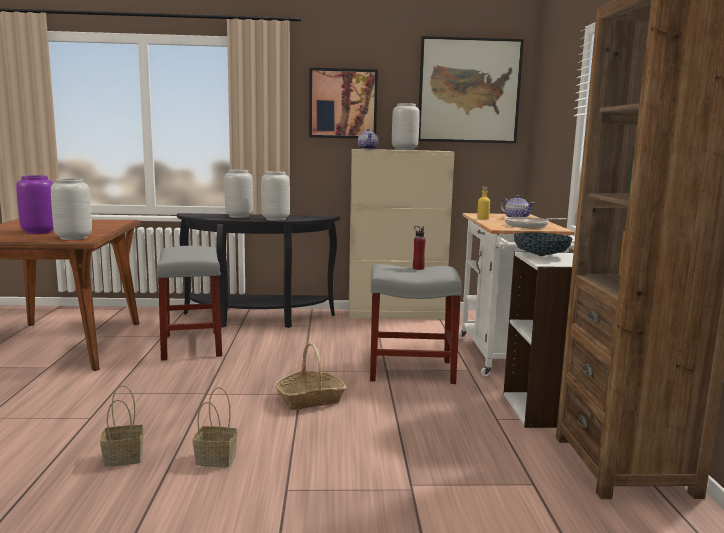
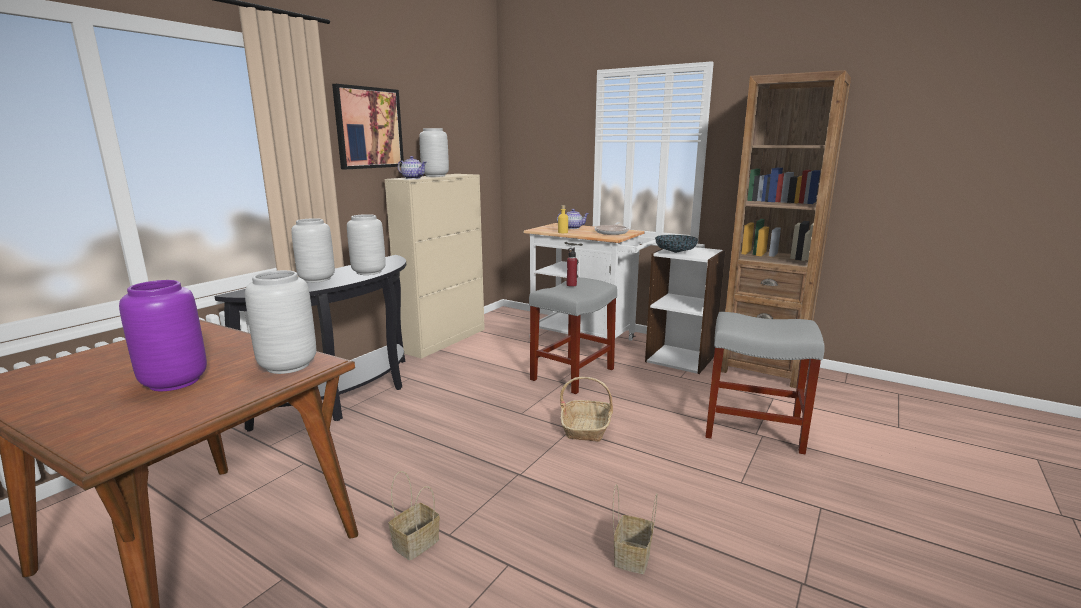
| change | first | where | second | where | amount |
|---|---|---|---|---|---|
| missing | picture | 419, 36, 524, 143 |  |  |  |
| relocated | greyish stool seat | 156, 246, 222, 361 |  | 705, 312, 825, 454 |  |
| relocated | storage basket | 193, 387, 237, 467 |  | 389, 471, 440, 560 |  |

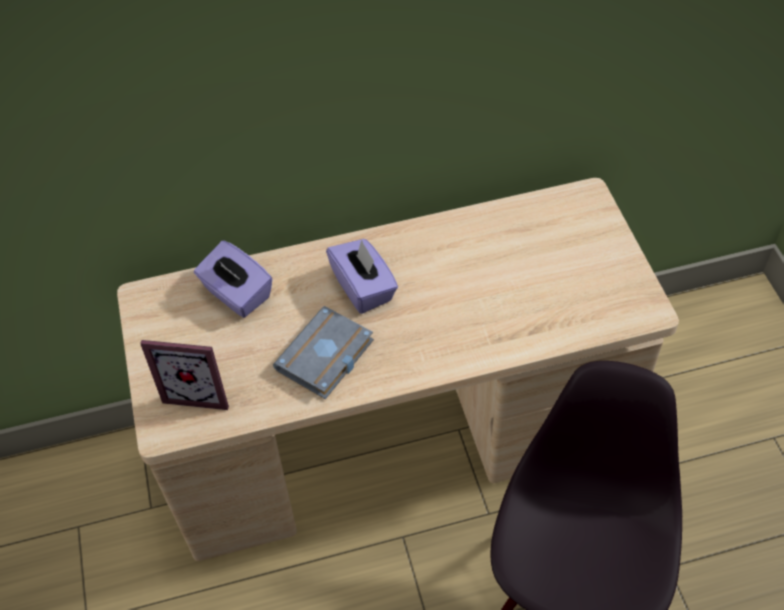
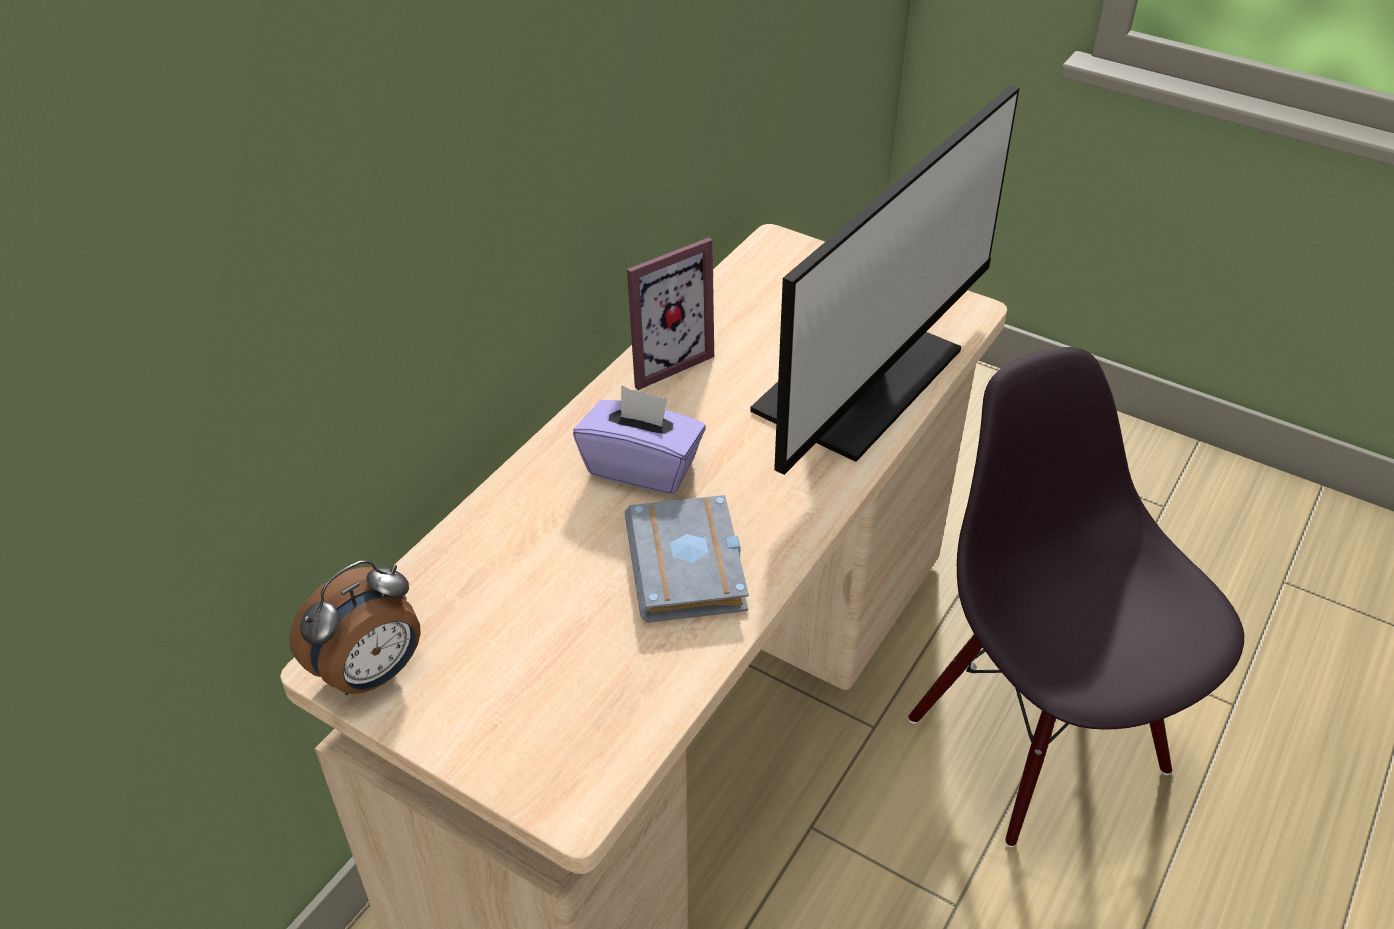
| change | first | where | second | where | amount |
|---|---|---|---|---|---|
| missing | purplish tissue box | 194, 241, 273, 318 |  |  |  |
| appeared |  |  | bedside clock | 289, 560, 421, 695 |  |
| appeared |  |  | computer screen | 750, 85, 1020, 475 |  |
| relocated | standing frame | 140, 340, 229, 410 |  | 627, 237, 714, 390 |  |

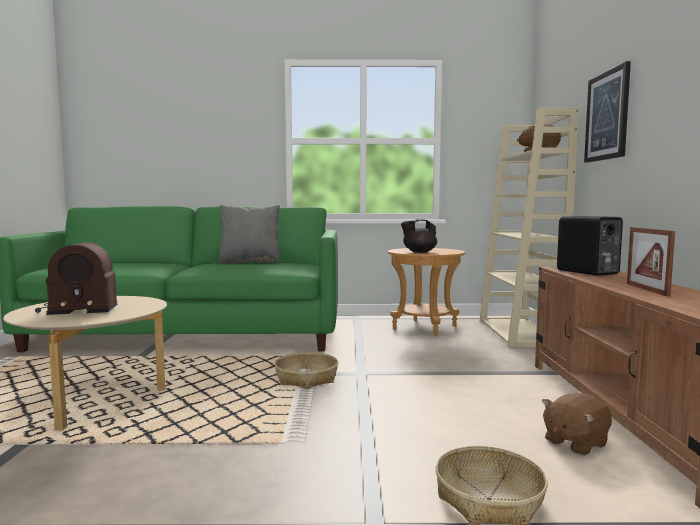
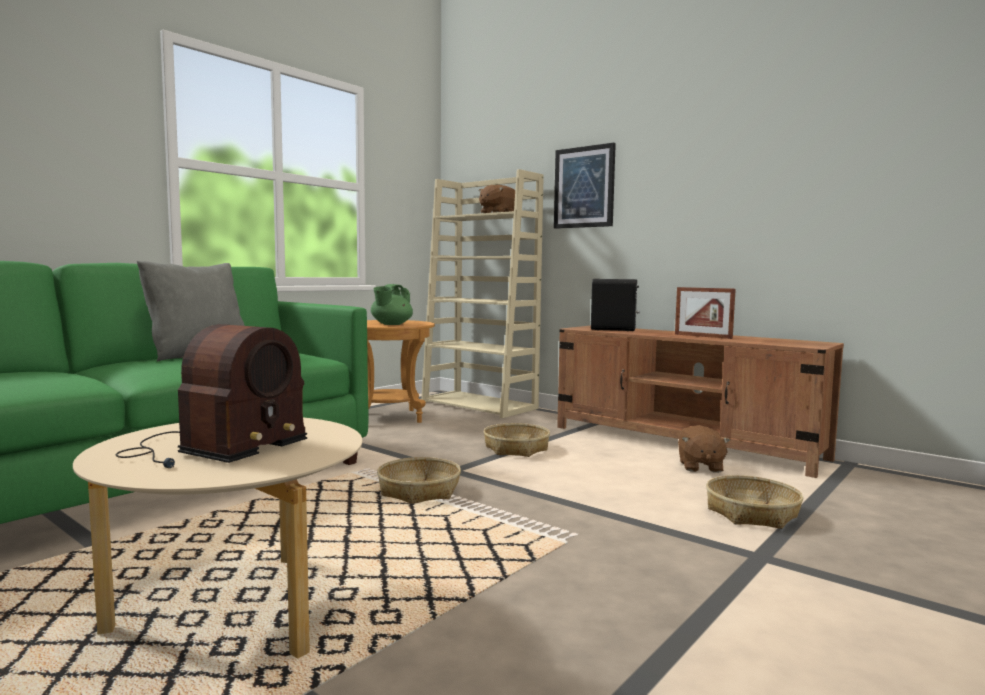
| change | first | where | second | where | amount |
|---|---|---|---|---|---|
| appeared |  |  | storage basket | 484, 423, 550, 457 |  |
| colour | black teapot | 401, 219, 437, 253 | greenish teapot | 371, 284, 413, 325 |  |

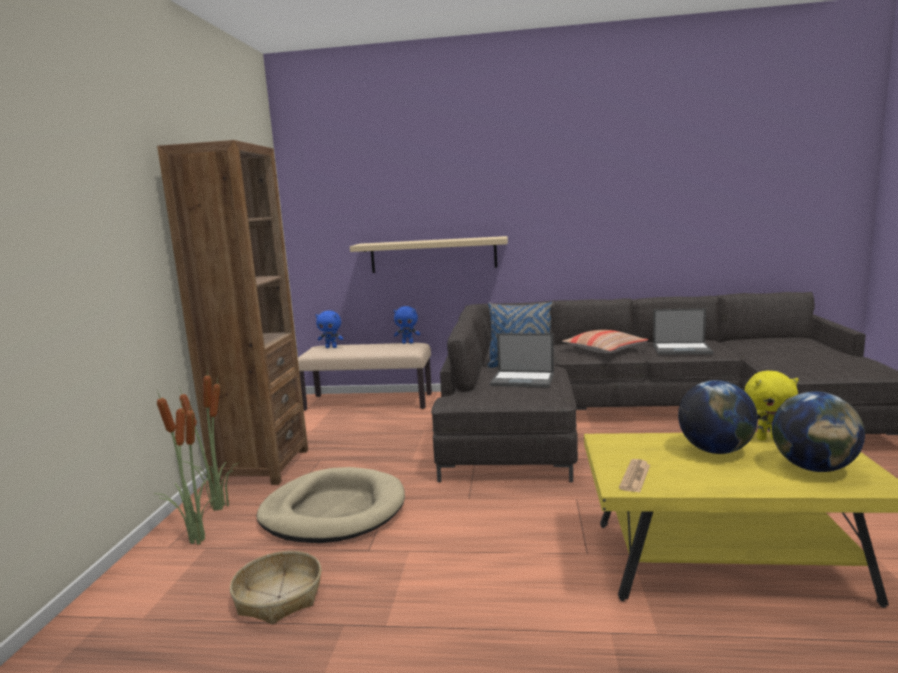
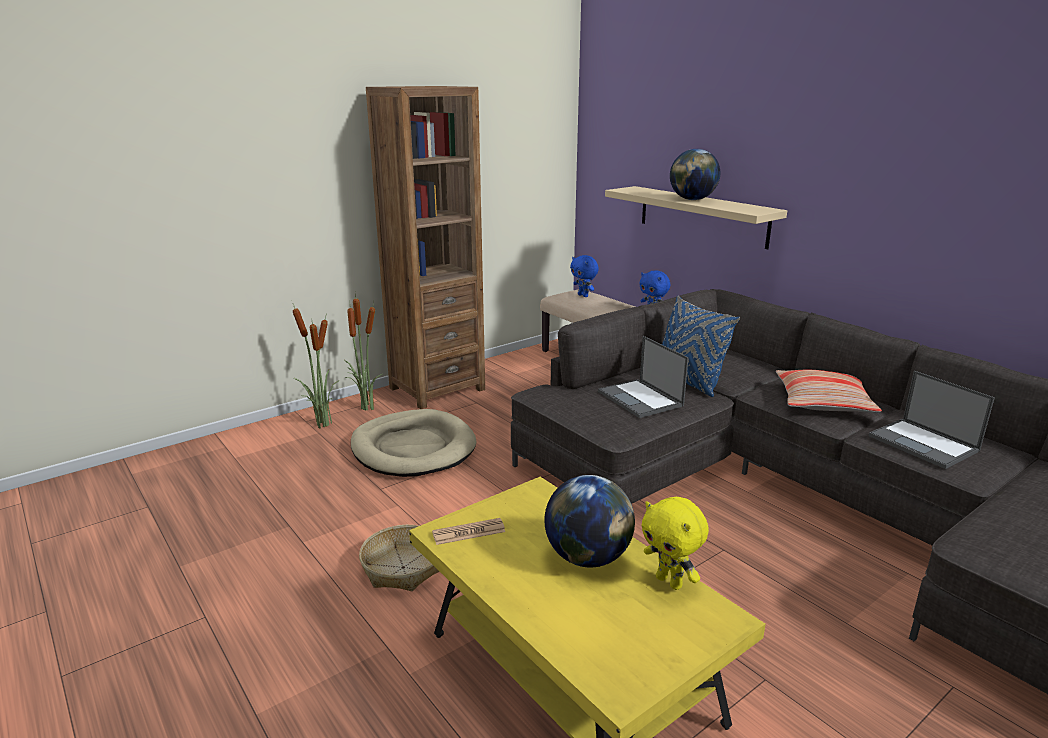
| change | first | where | second | where | amount |
|---|---|---|---|---|---|
| relocated | storage basket | 230, 551, 321, 625 |  | 359, 525, 440, 591 |  |
| relocated | world globe | 772, 392, 865, 472 |  | 670, 149, 720, 200 |  |

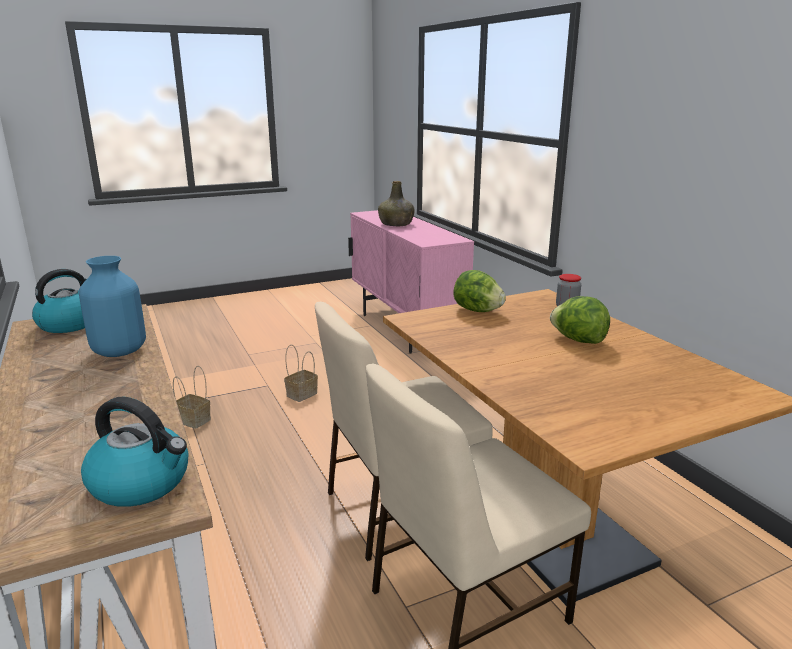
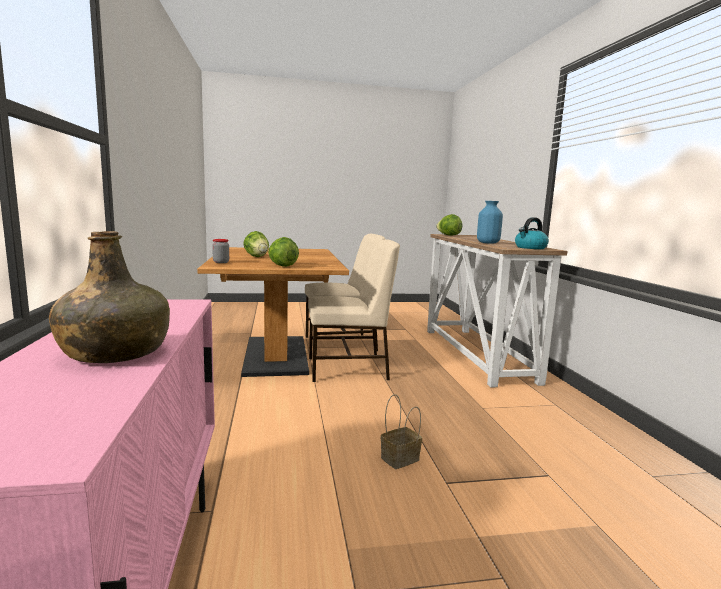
| change | first | where | second | where | amount |
|---|---|---|---|---|---|
| missing | storage basket | 173, 366, 211, 429 |  |  |  |
| exchanged | kettle | 81, 397, 188, 507 | lettuce head | 436, 214, 462, 236 |  |

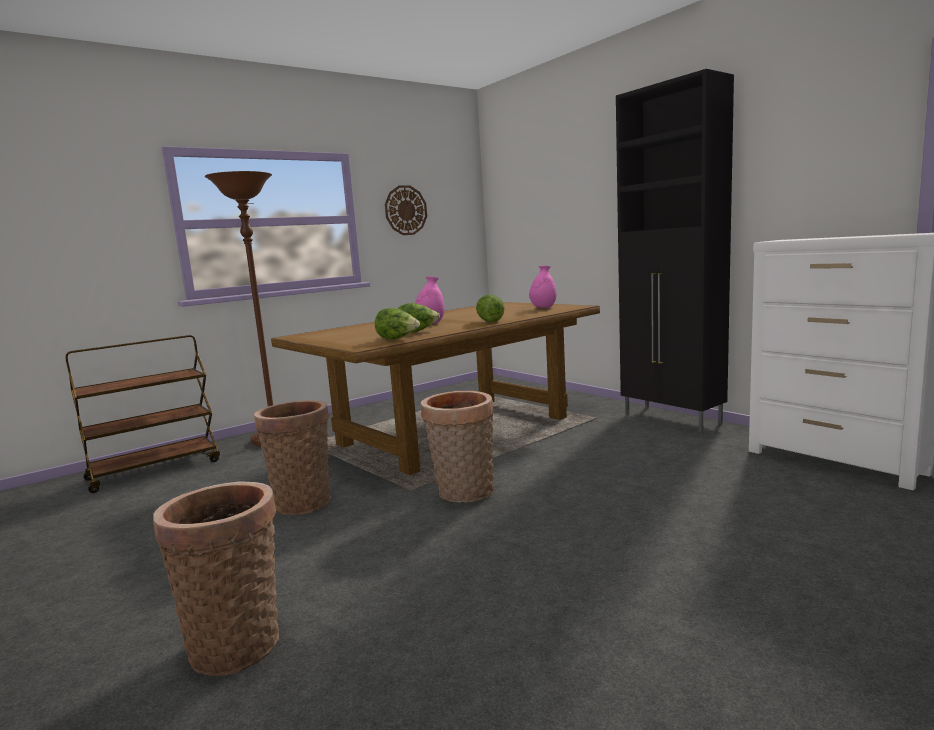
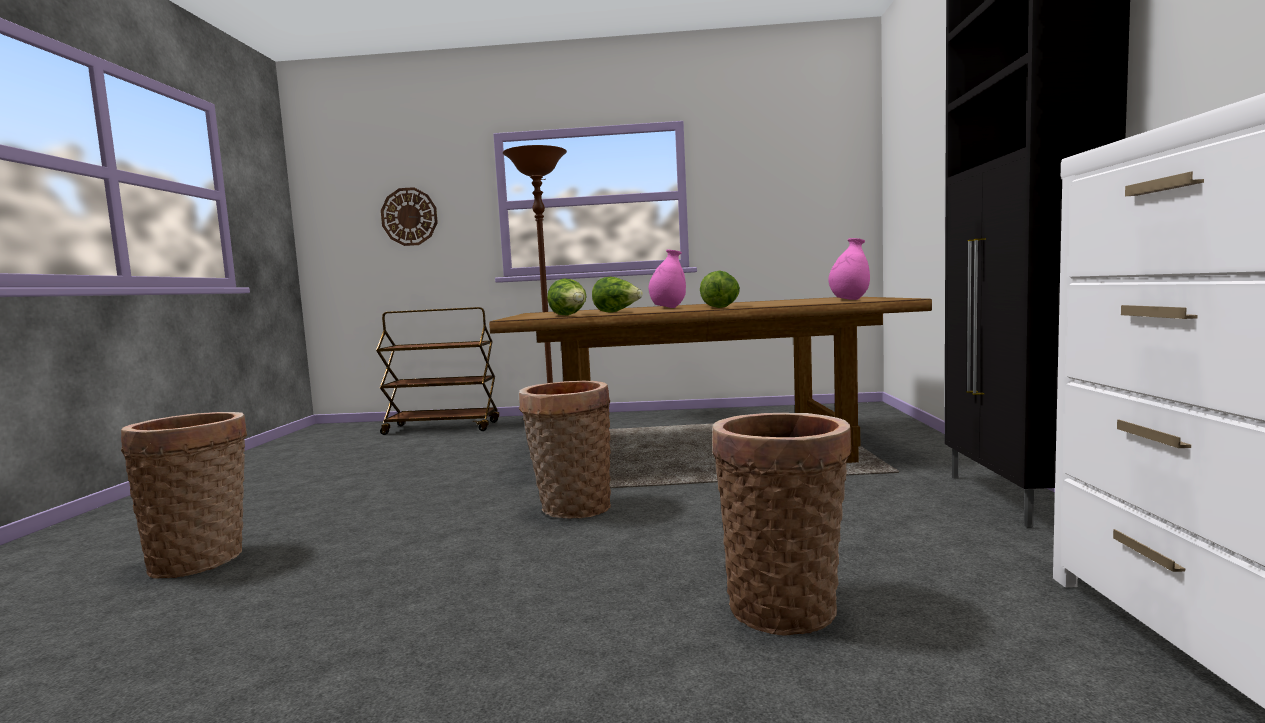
| change | first | where | second | where | amount |
|---|---|---|---|---|---|
| relocated | storage basket | 254, 400, 331, 515 |  | 712, 413, 851, 636 |  |
| relocated | wall clock | 385, 185, 427, 235 |  | 381, 187, 438, 246 |  |

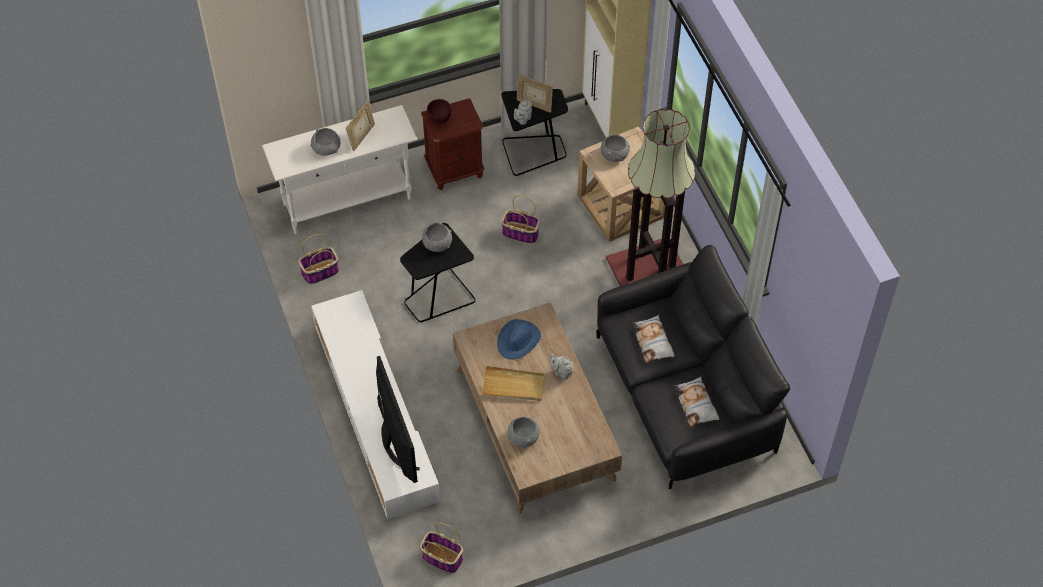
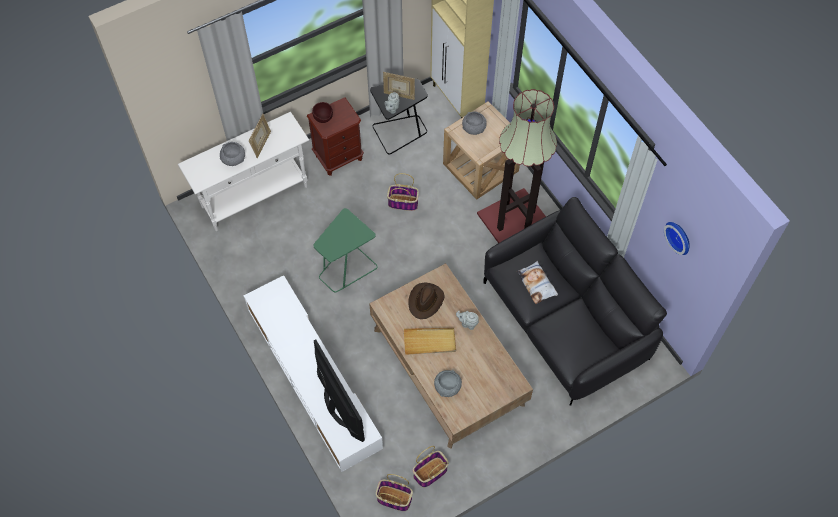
| change | first | where | second | where | amount |
|---|---|---|---|---|---|
| missing | greyish serving bowl | 422, 223, 452, 252 |  |  |  |
| missing | pillow | 674, 376, 719, 427 |  |  |  |
| appeared |  |  | wall clock | 664, 222, 690, 255 |  |
| relocated | storage basket | 298, 234, 339, 284 |  | 412, 446, 449, 487 |  |
| colour | black accent table | 400, 223, 475, 322 | greenish accent table | 314, 208, 378, 292 |  |
| colour | bluish clothing hat | 497, 319, 541, 360 | brown-coloured clothing hat | 408, 283, 445, 319 |  |

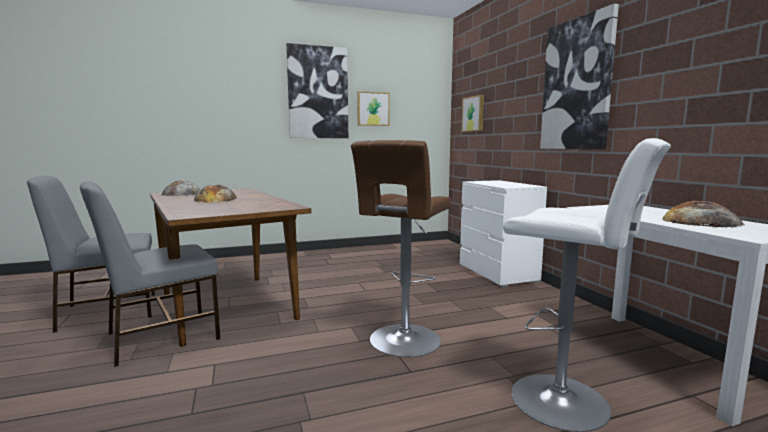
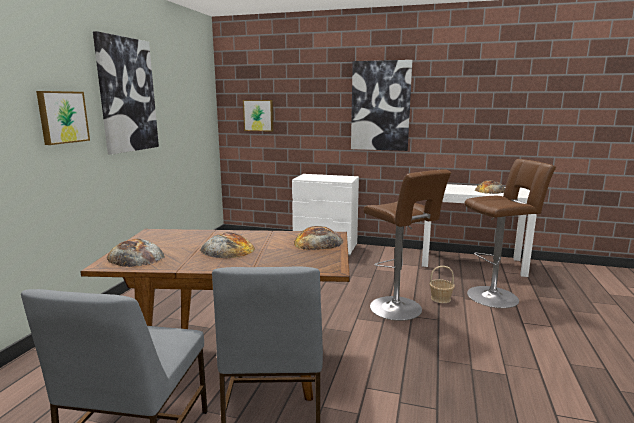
| change | first | where | second | where | amount |
|---|---|---|---|---|---|
| appeared |  |  | baked bread | 294, 226, 343, 250 |  |
| appeared |  |  | storage basket | 429, 266, 455, 303 |  |
| relocated | picture | 357, 91, 390, 126 |  | 36, 91, 90, 145 |  |
| colour | white stool seat | 503, 138, 671, 432 | brown-coloured stool seat | 464, 159, 556, 308 |  |

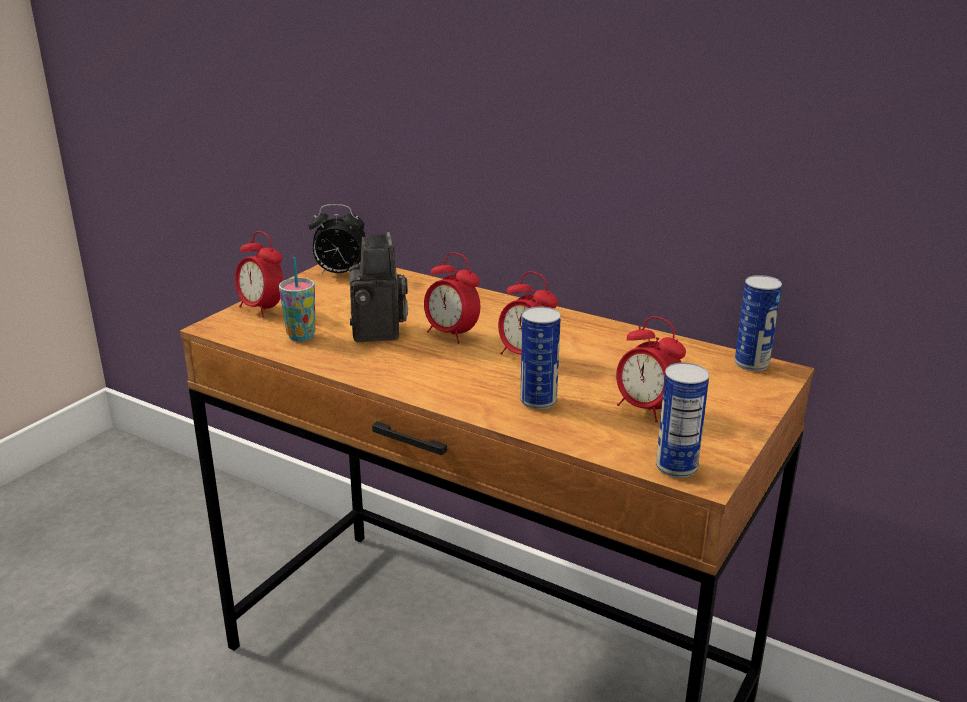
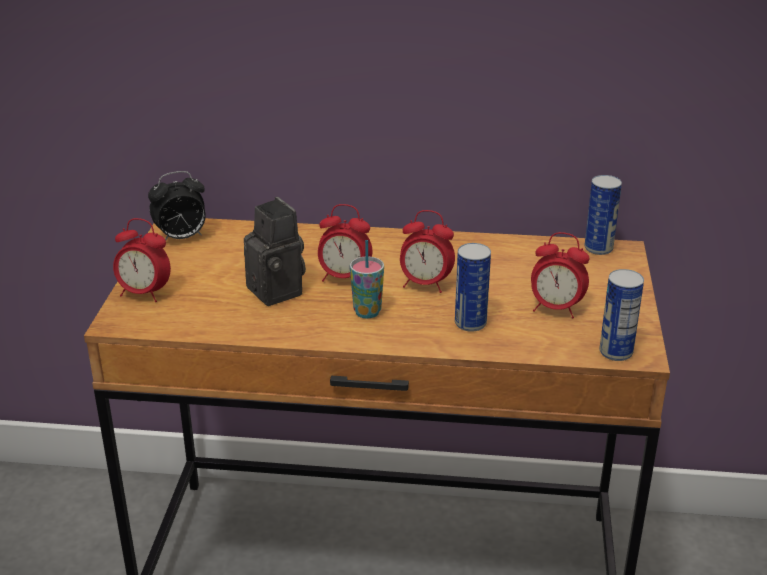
| change | first | where | second | where | amount |
|---|---|---|---|---|---|
| relocated | drinking cup | 279, 257, 315, 341 |  | 350, 240, 384, 318 |  |

